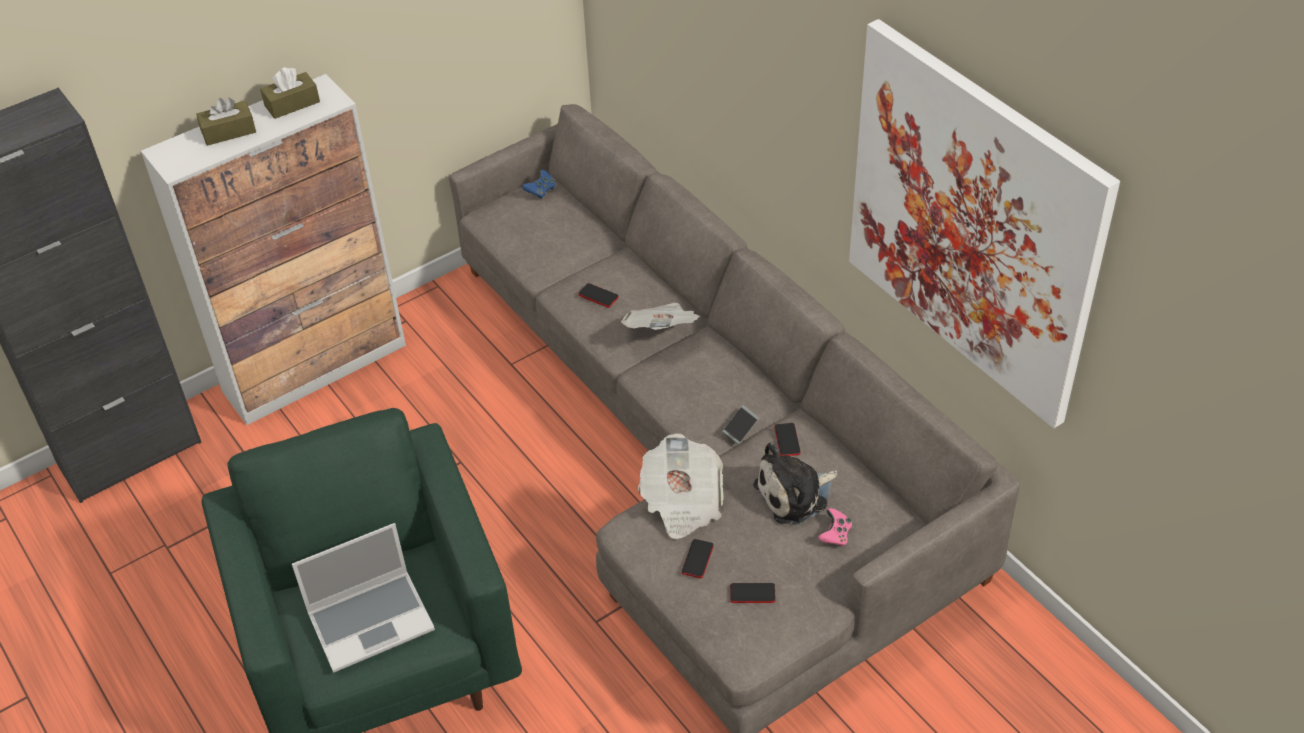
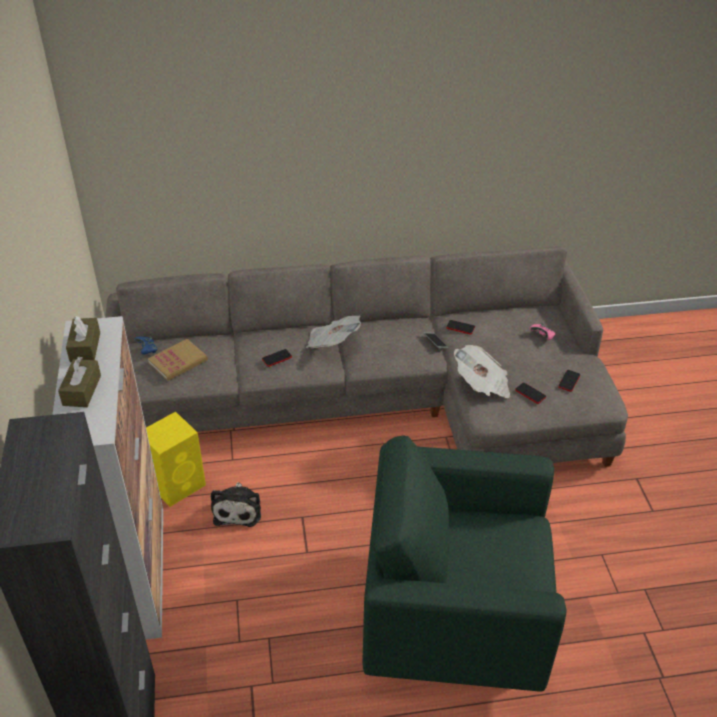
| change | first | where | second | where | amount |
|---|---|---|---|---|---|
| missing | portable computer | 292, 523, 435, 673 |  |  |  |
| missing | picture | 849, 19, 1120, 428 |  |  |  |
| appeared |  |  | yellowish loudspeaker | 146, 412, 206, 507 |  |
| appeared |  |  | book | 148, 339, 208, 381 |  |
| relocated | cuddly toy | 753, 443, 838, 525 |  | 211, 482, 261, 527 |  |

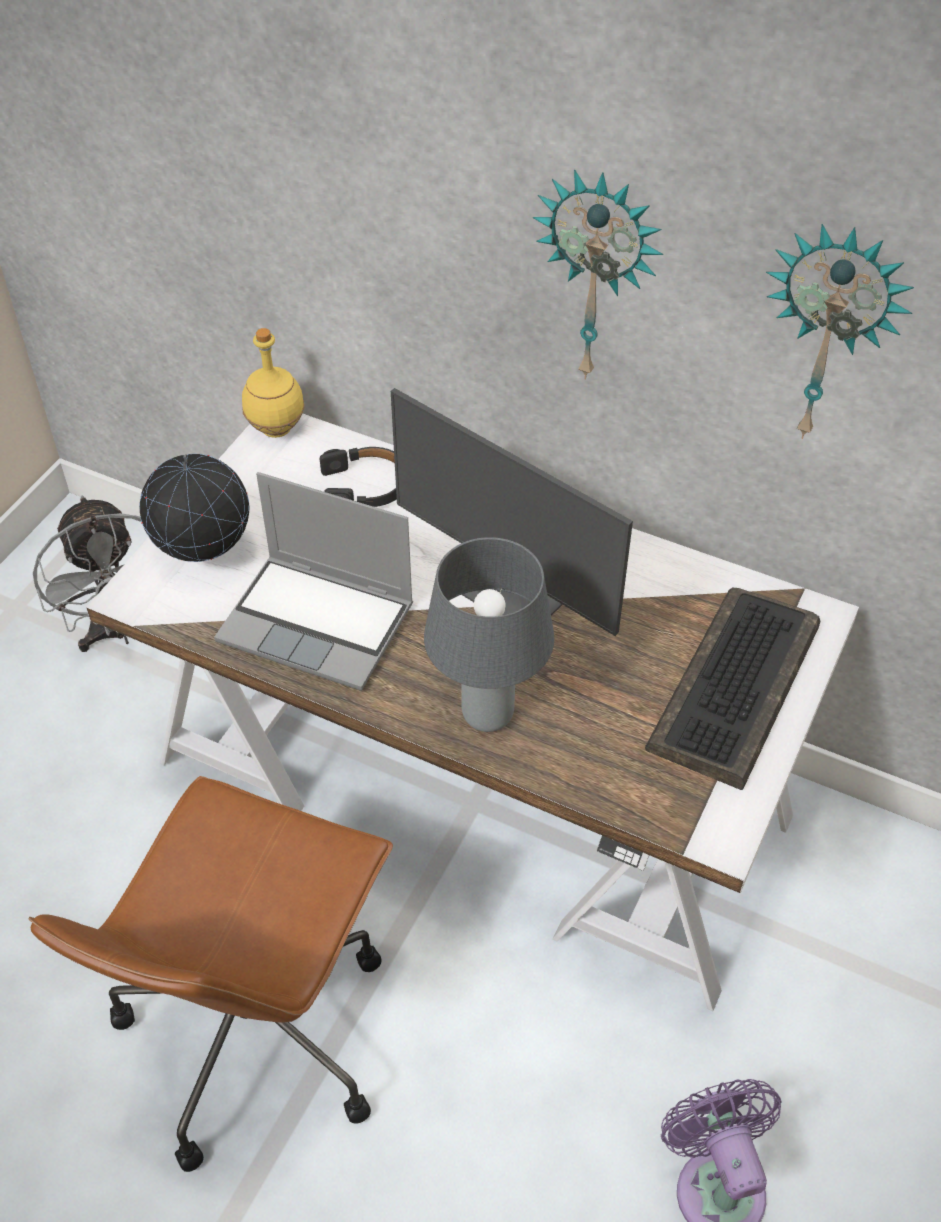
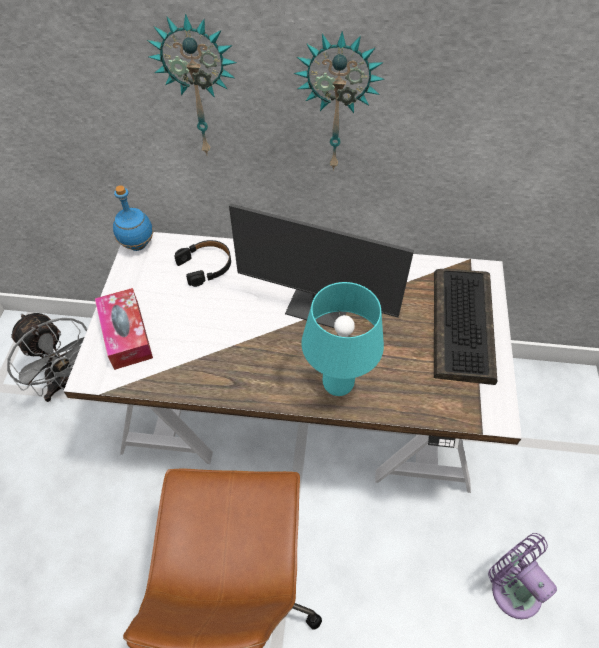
| change | first | where | second | where | amount |
|---|---|---|---|---|---|
| missing | portable computer | 214, 472, 413, 691 |  |  |  |
| relocated | wall clock | 766, 224, 914, 439 |  | 147, 14, 237, 156 |  |
| exchanged | world globe | 139, 454, 250, 562 | tissue box | 95, 288, 153, 370 |  |
| colour | yellowish drink bottle | 242, 328, 305, 438 | bluish drink bottle | 113, 185, 153, 251 |  |
| colour | greyish lamp for a table | 424, 537, 554, 732 | turquoise-coloured lamp for a table | 302, 282, 384, 396 |  |

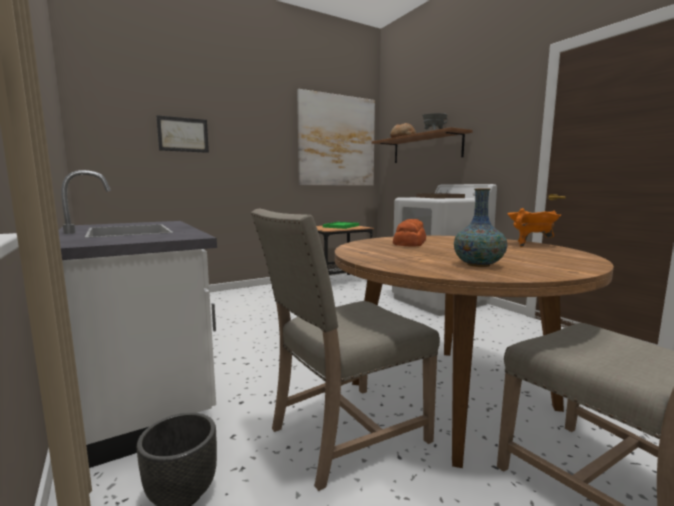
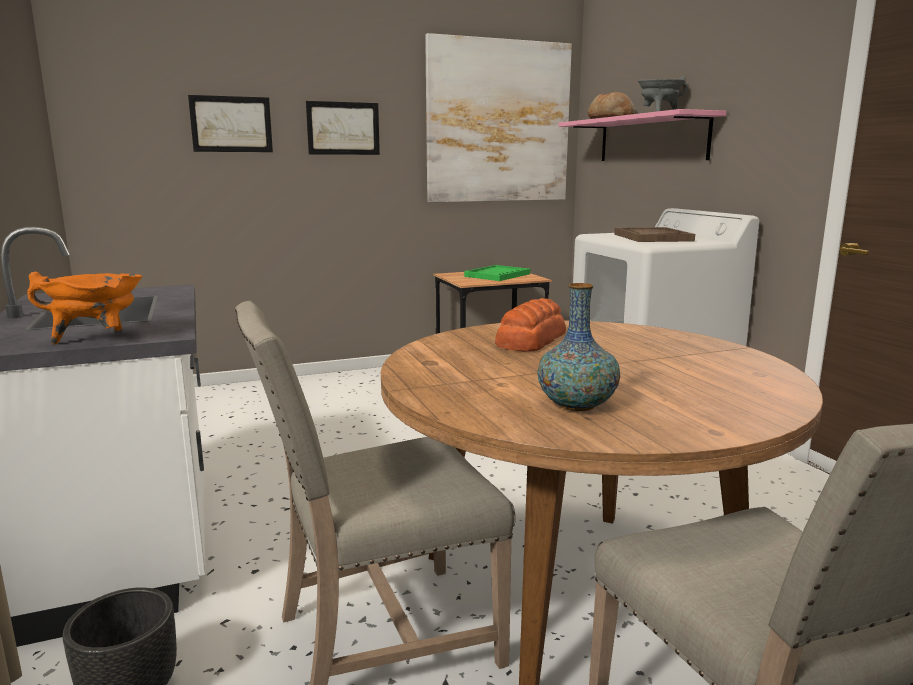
| change | first | where | second | where | amount |
|---|---|---|---|---|---|
| appeared |  |  | picture | 306, 101, 380, 155 |  |
| relocated | orange-coloured cooking pot | 508, 208, 561, 247 |  | 27, 272, 142, 344 |  |
| colour | brown-coloured bracket shelf | 372, 127, 473, 163 | pink-coloured bracket shelf | 559, 109, 726, 161 |  |

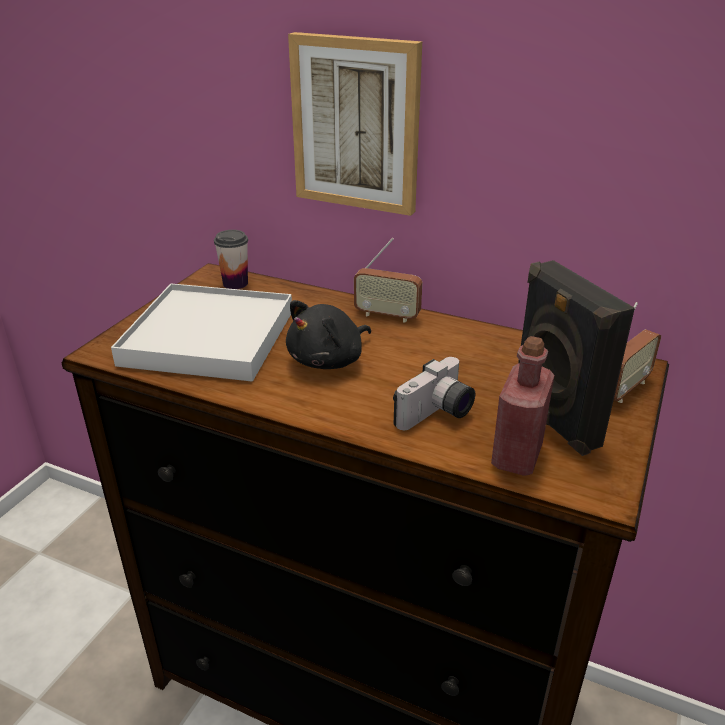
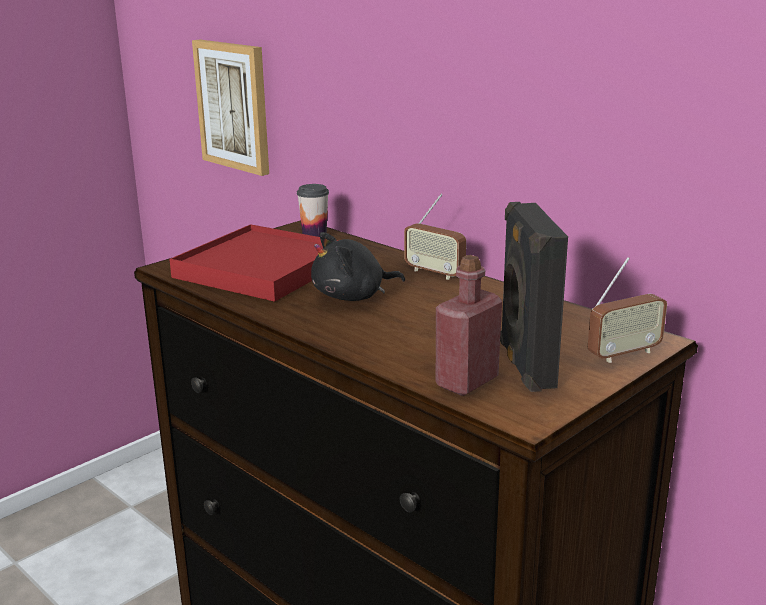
| change | first | where | second | where | amount |
|---|---|---|---|---|---|
| missing | still camera | 393, 357, 475, 430 |  |  |  |
| relocated | picture | 288, 32, 422, 216 |  | 192, 40, 269, 176 |  |
| colour | white serving tray | 111, 284, 292, 382 | red serving tray | 169, 224, 339, 302 |  |

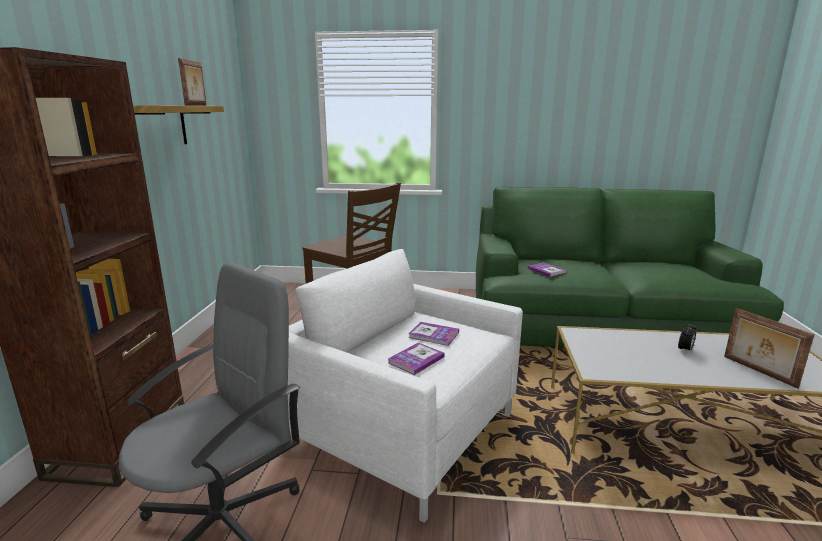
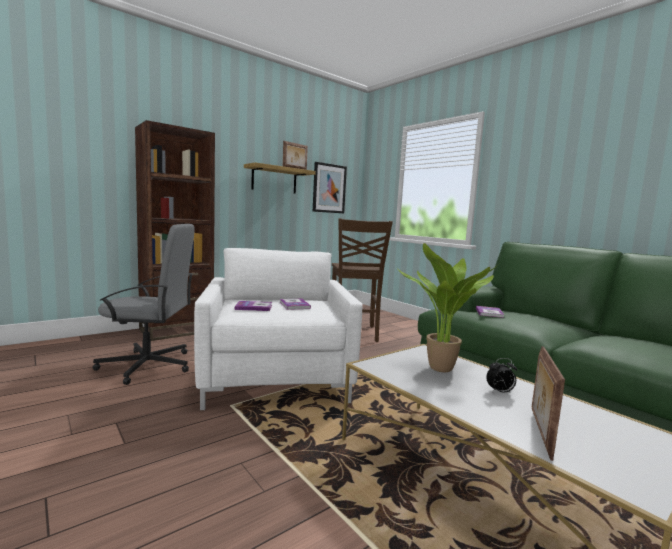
| change | first | where | second | where | amount |
|---|---|---|---|---|---|
| appeared |  |  | picture | 313, 162, 347, 213 |  |
| appeared |  |  | potted plant | 397, 243, 499, 372 |  |

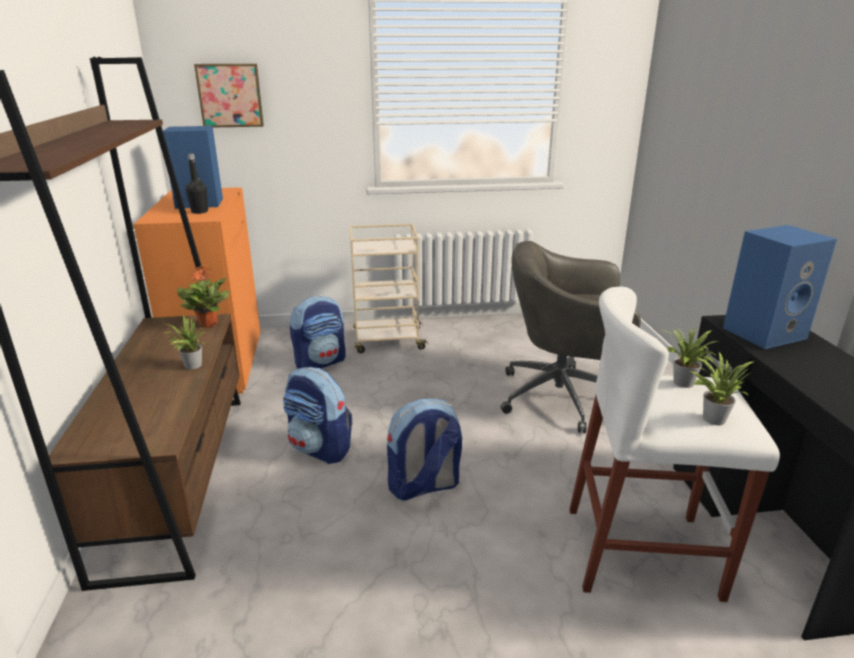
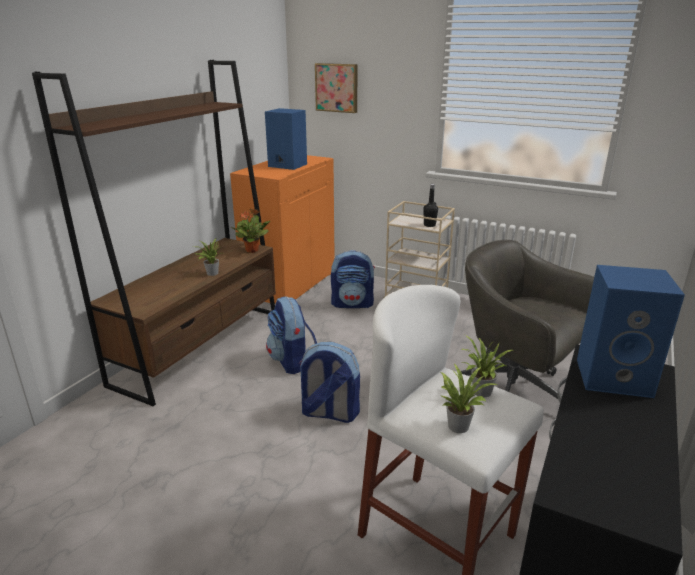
| change | first | where | second | where | amount |
|---|---|---|---|---|---|
| relocated | black drink bottle | 186, 153, 208, 214 |  | 423, 184, 438, 227 |  |

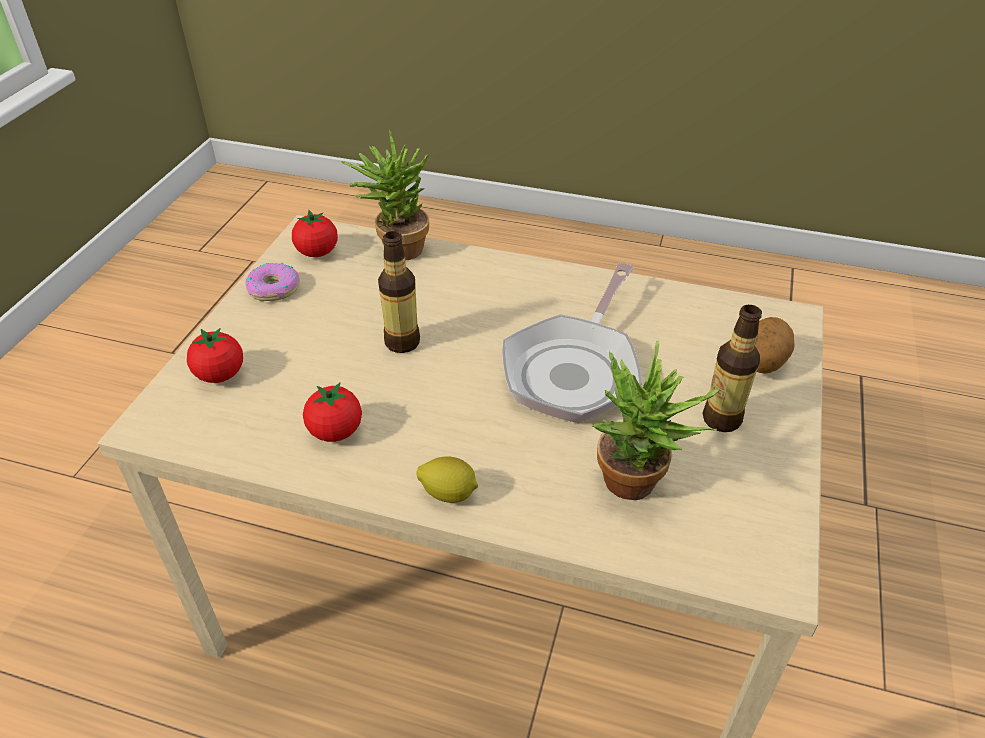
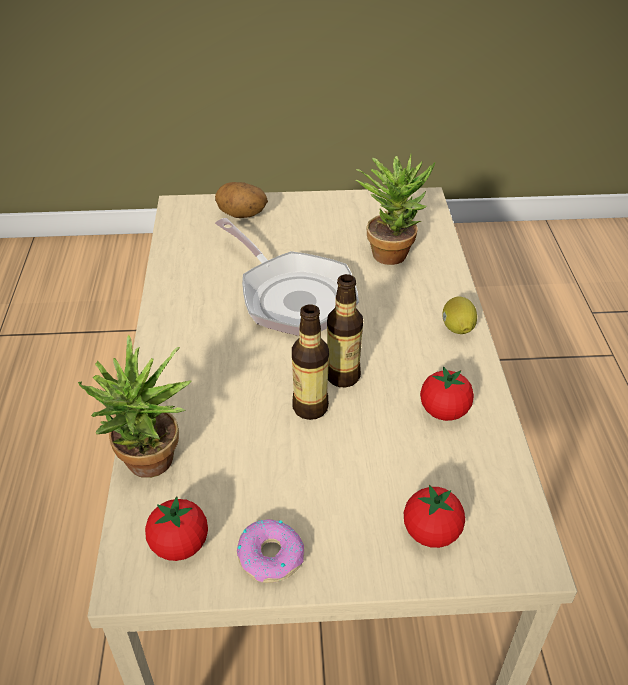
| change | first | where | second | where | amount |
|---|---|---|---|---|---|
| relocated | drink bottle | 702, 305, 762, 432 |  | 327, 274, 363, 388 |  |
| spun | frying pan | 502, 263, 642, 423 |  | 215, 218, 359, 336 | 45 degrees clockwise |

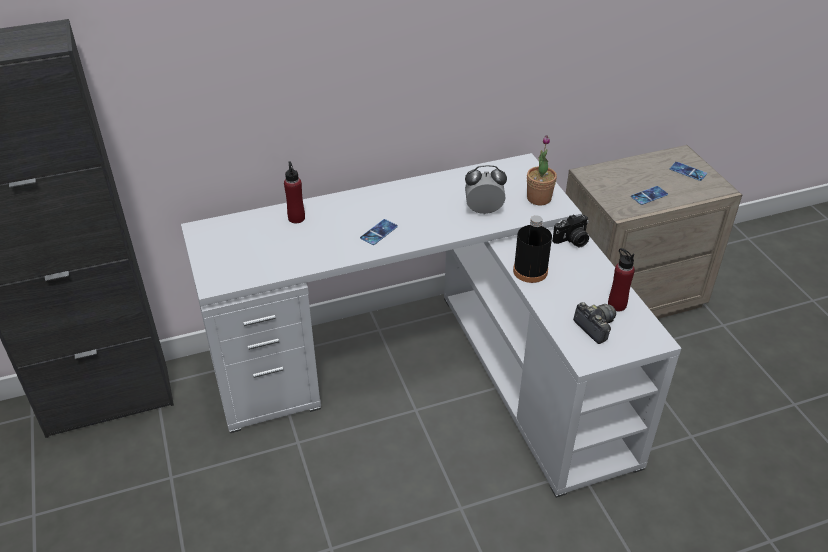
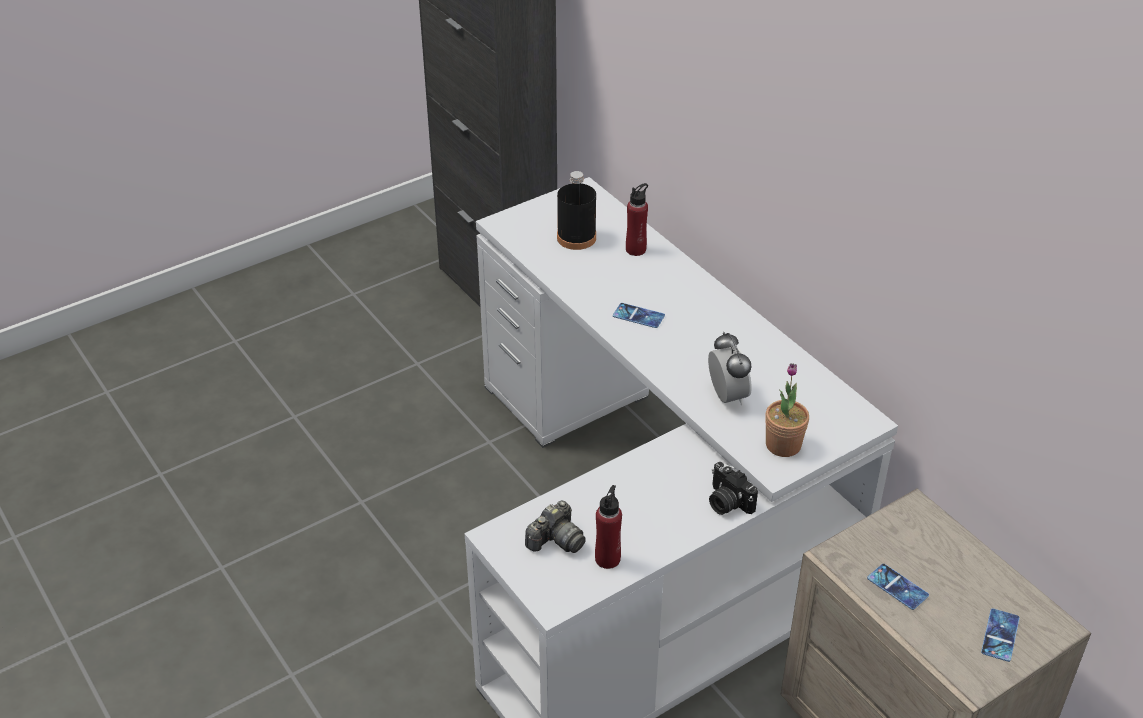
| change | first | where | second | where | amount |
|---|---|---|---|---|---|
| relocated | black drink bottle | 513, 215, 552, 283 |  | 557, 171, 596, 250 |  |

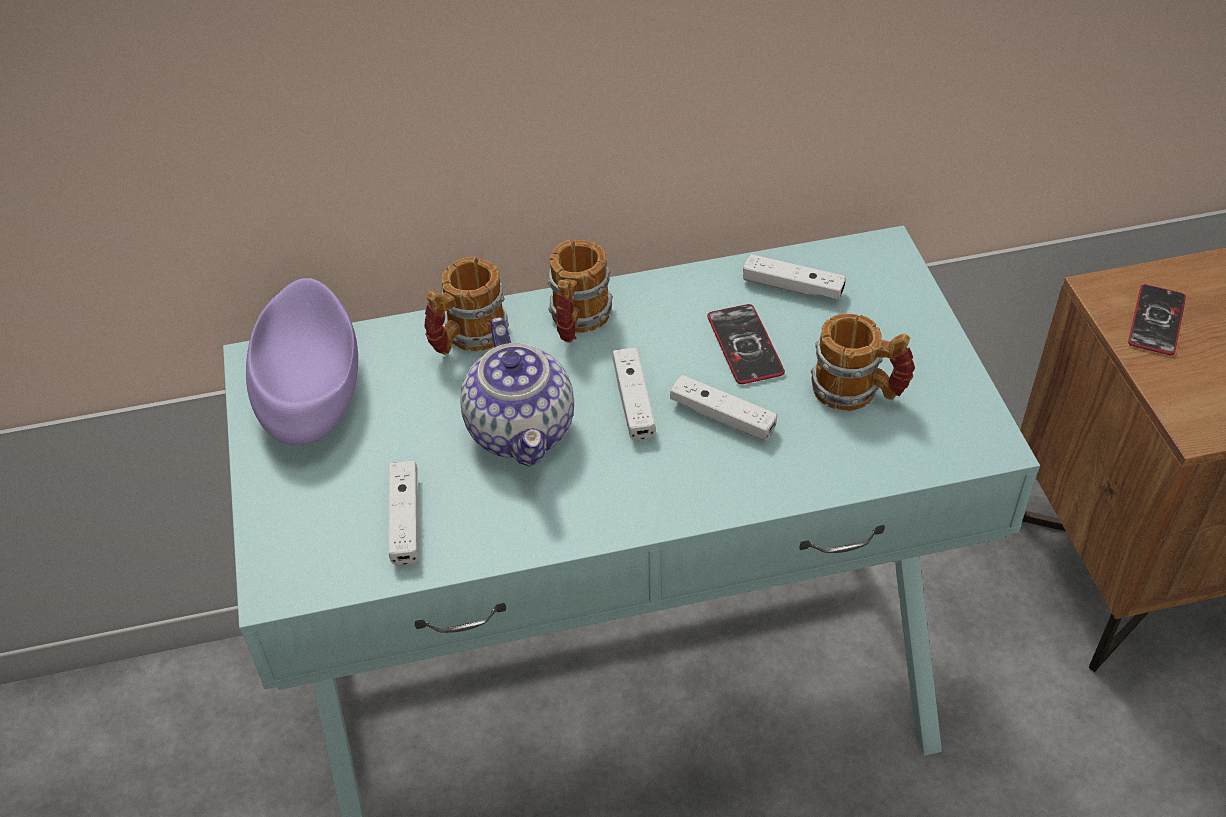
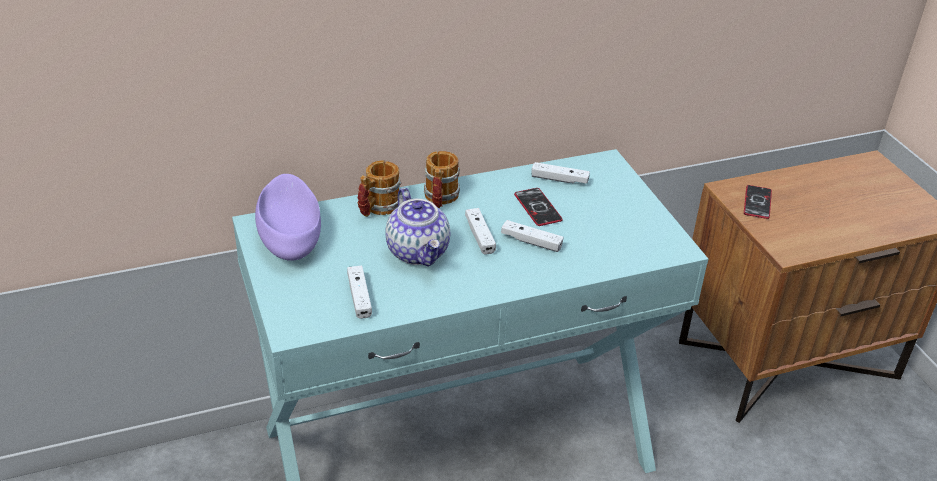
| change | first | where | second | where | amount |
|---|---|---|---|---|---|
| missing | tea mug | 811, 314, 915, 411 |  |  |  |

